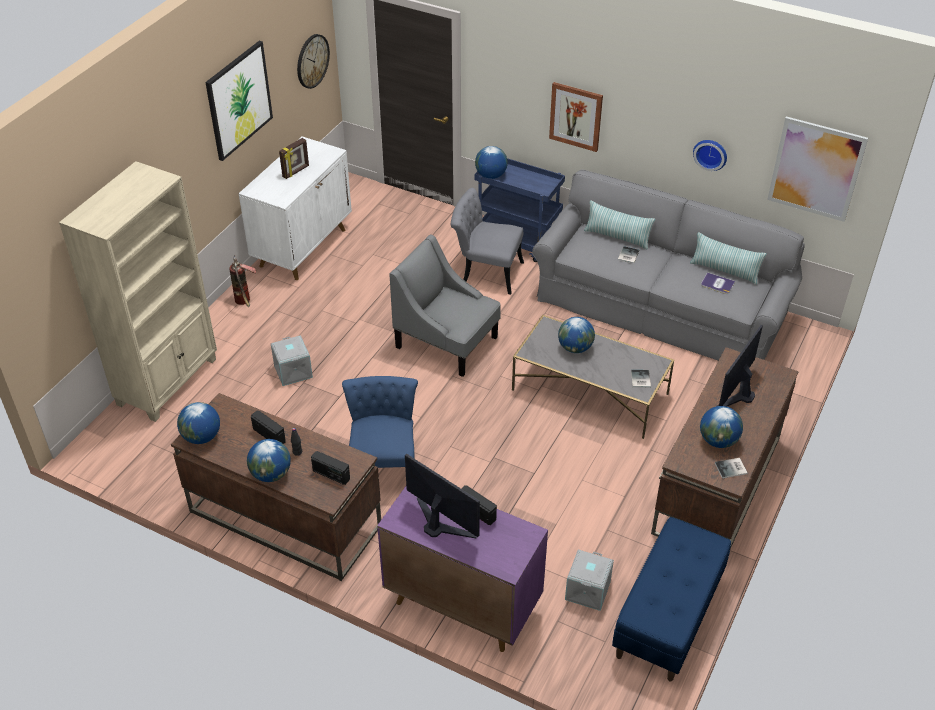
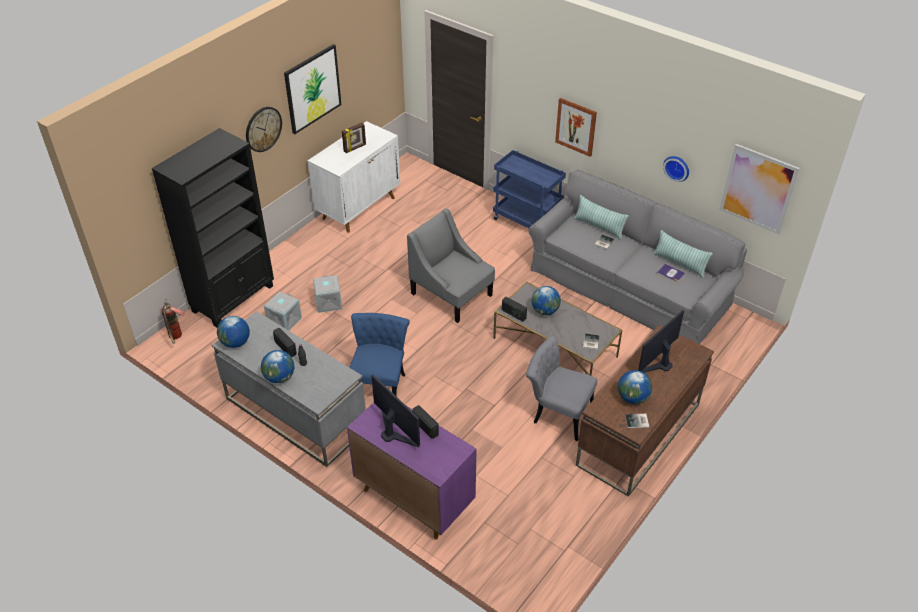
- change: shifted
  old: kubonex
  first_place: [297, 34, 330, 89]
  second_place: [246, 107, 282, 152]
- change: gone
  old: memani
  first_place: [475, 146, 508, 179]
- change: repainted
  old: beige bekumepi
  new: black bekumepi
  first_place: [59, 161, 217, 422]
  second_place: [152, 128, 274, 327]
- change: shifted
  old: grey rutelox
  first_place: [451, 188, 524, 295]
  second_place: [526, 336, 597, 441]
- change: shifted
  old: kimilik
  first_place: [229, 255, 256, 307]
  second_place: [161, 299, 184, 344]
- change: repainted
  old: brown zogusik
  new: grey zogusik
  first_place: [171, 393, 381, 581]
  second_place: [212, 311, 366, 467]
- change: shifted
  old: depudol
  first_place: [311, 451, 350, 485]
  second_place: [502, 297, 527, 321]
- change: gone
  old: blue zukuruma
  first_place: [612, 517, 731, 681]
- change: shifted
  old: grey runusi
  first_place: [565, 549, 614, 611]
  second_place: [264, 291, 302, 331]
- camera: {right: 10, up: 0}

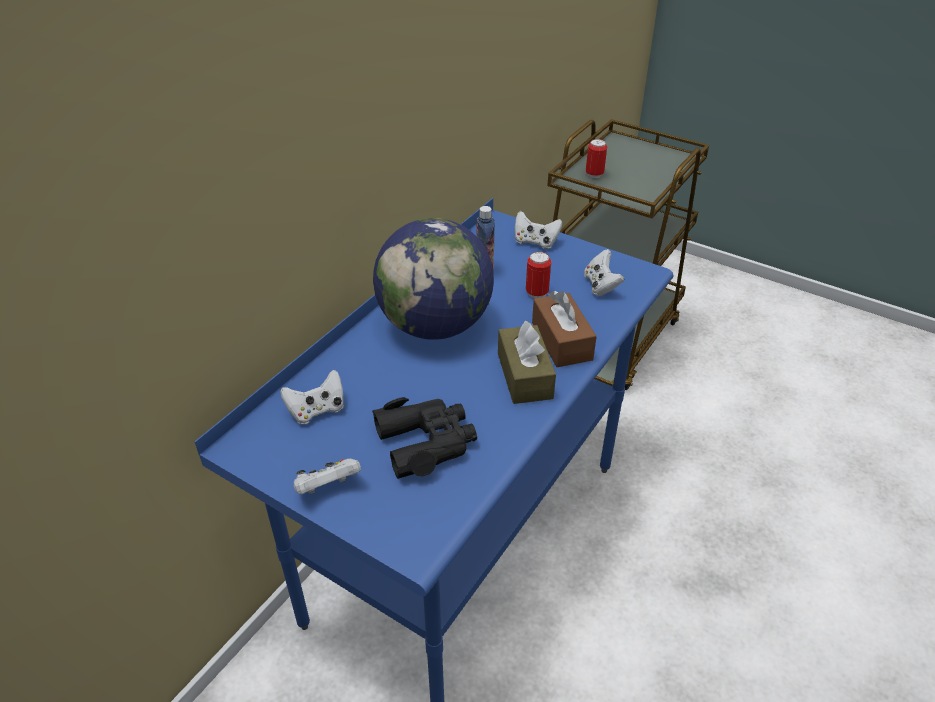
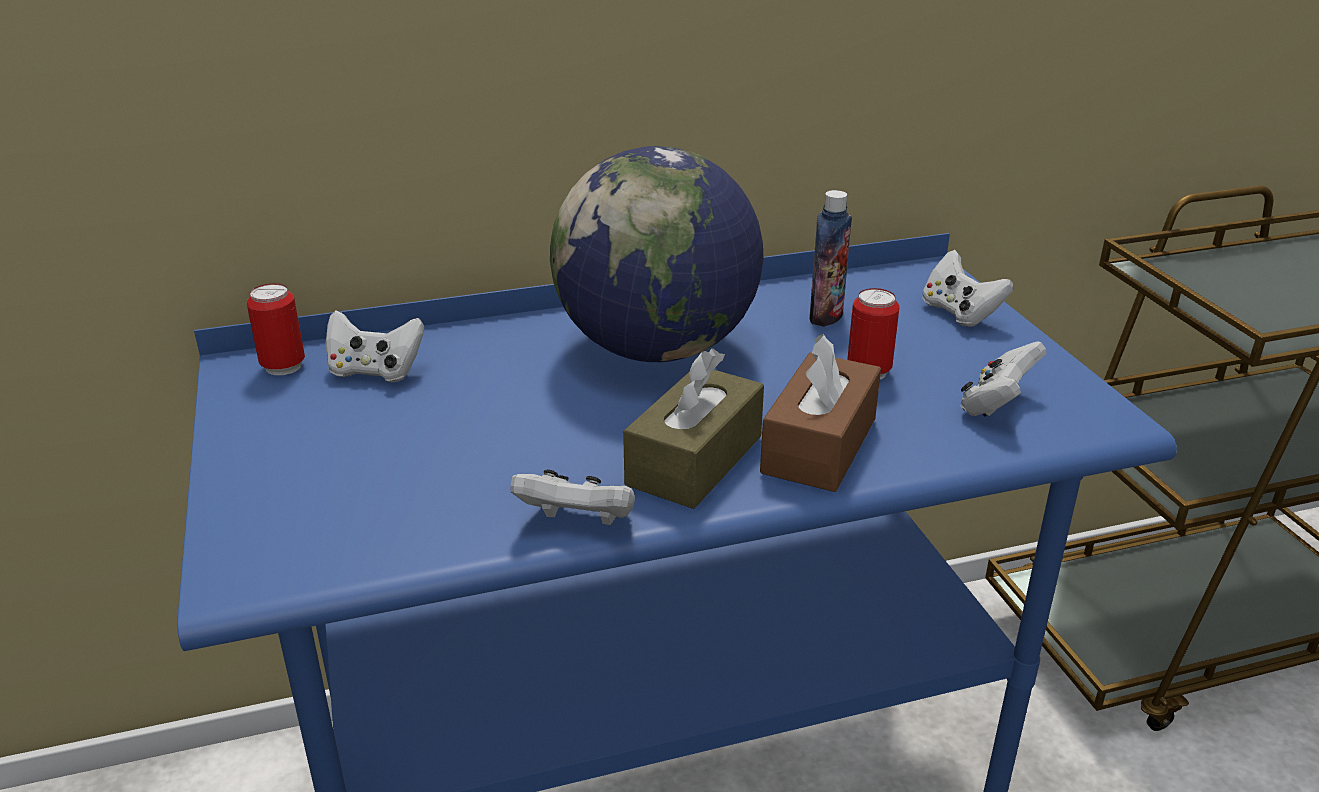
- change: shifted
  old: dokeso
  first_place: [586, 139, 607, 178]
  second_place: [247, 283, 305, 375]
- change: gone
  old: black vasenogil
  first_place: [372, 397, 477, 479]
- change: shifted
  old: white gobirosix
  first_place: [294, 459, 361, 494]
  second_place: [510, 470, 635, 525]
- camera: {right: 40, up: -10}

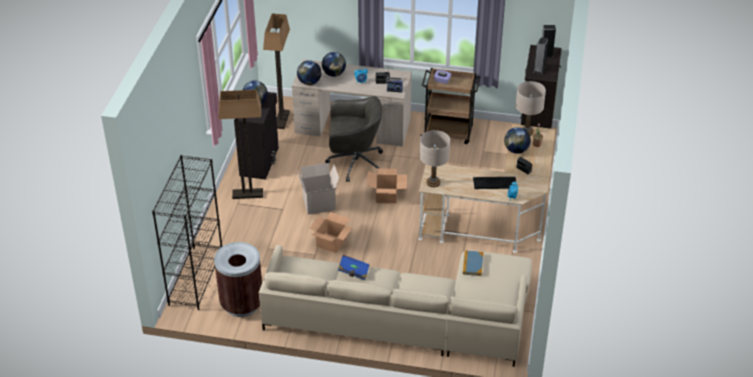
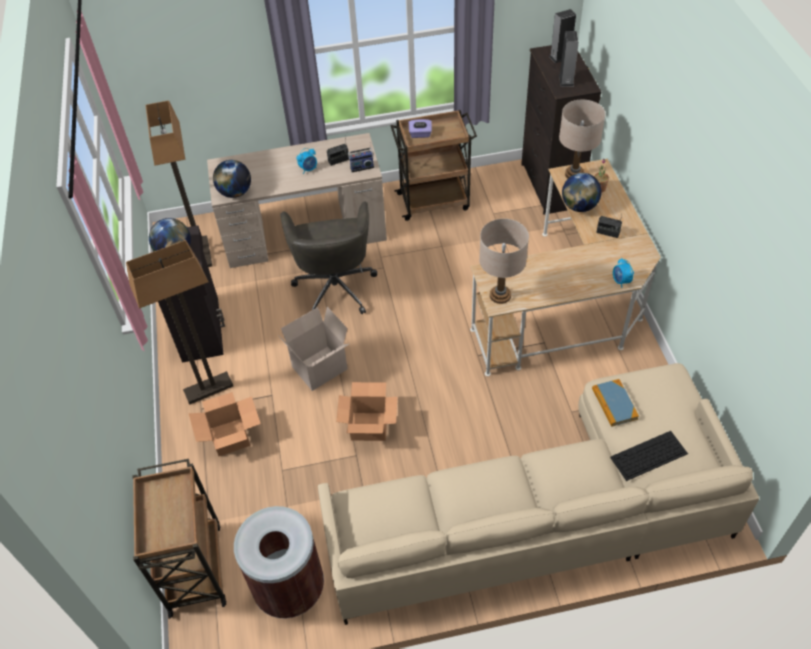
- change: gone
  old: memani
  first_place: [322, 52, 346, 77]
- change: rotated
  old: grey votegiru
  first_place: [325, 96, 383, 182]
  second_place: [280, 202, 377, 314]
  degrees: 105
- change: swapped
  old: black bekumepi
  new: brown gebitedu
  first_place: [152, 155, 222, 310]
  second_place: [132, 459, 227, 619]
- change: shifted
  old: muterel
  first_place: [367, 168, 407, 203]
  second_place: [189, 392, 261, 456]
- change: shifted
  old: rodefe
  first_place: [473, 177, 517, 189]
  second_place: [610, 431, 688, 481]
- change: gone
  old: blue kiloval
  first_place: [338, 255, 370, 280]
- camera: {right: -20, up: 10}

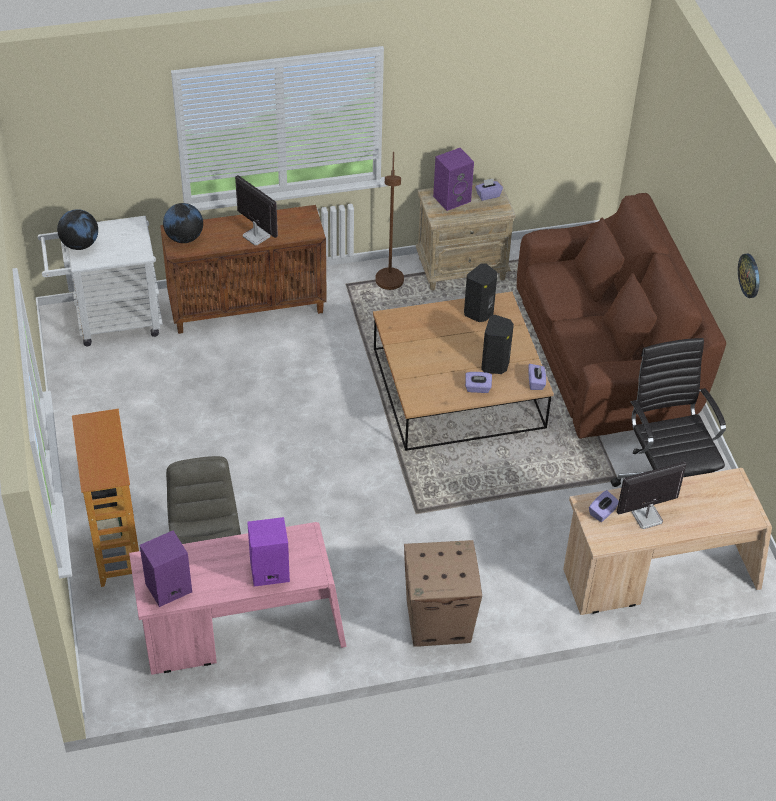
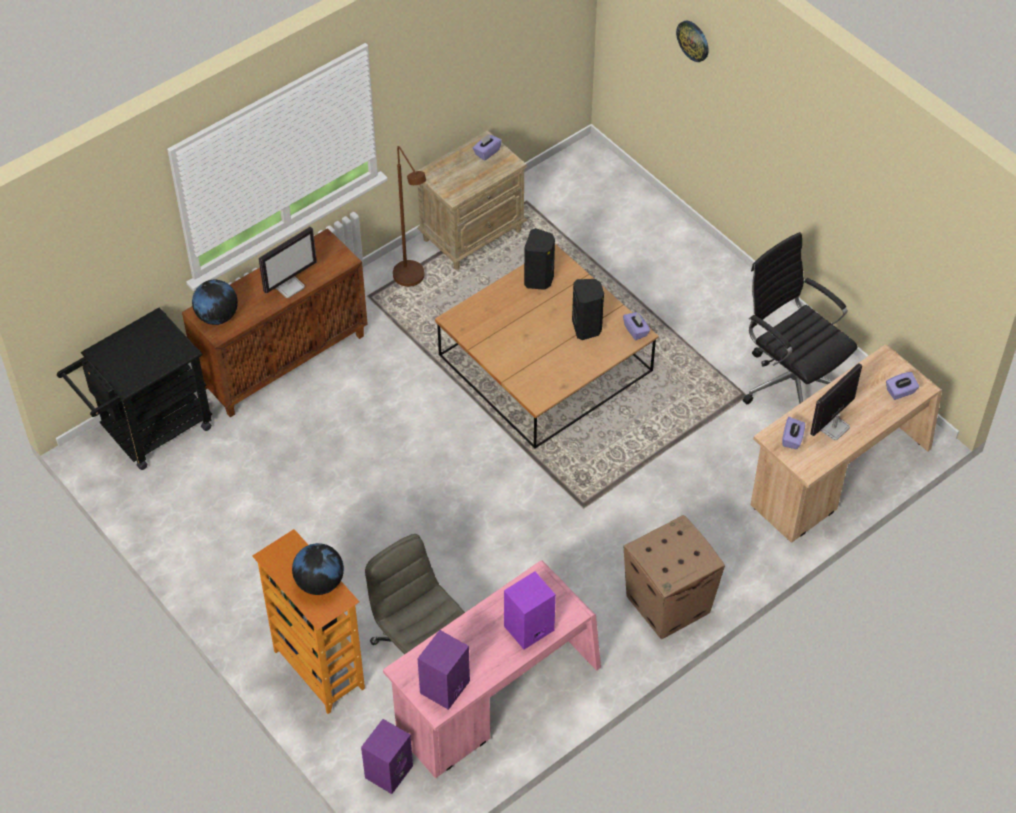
- change: shifted
  old: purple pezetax
  first_place: [433, 148, 474, 211]
  second_place: [361, 719, 413, 794]
- change: rotated
  old: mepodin
  first_place: [235, 175, 278, 245]
  second_place: [259, 227, 317, 298]
  degrees: 120
- change: gone
  old: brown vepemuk
  first_place: [517, 193, 726, 439]
- change: shifted
  old: memani
  first_place: [57, 209, 98, 250]
  second_place: [292, 543, 344, 595]
- change: repainted
  old: white gebitedu
  new: black gebitedu
  first_place: [38, 216, 163, 346]
  second_place: [57, 308, 212, 470]
- change: shifted
  old: kubonex
  first_place: [738, 253, 759, 298]
  second_place: [676, 21, 708, 62]
- change: shifted
  old: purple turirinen
  first_place: [465, 372, 492, 393]
  second_place: [886, 372, 919, 400]
- camera: {right: -25, up: 5}

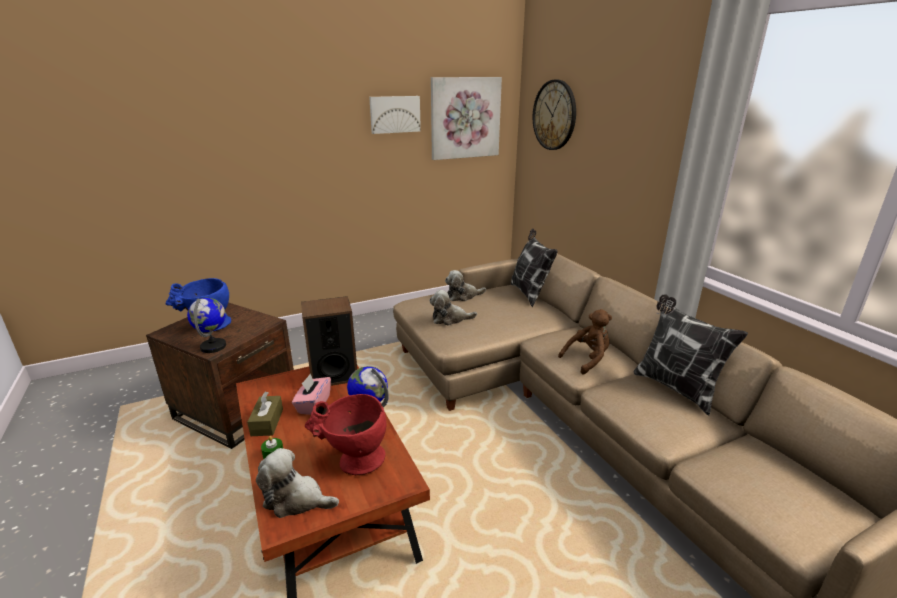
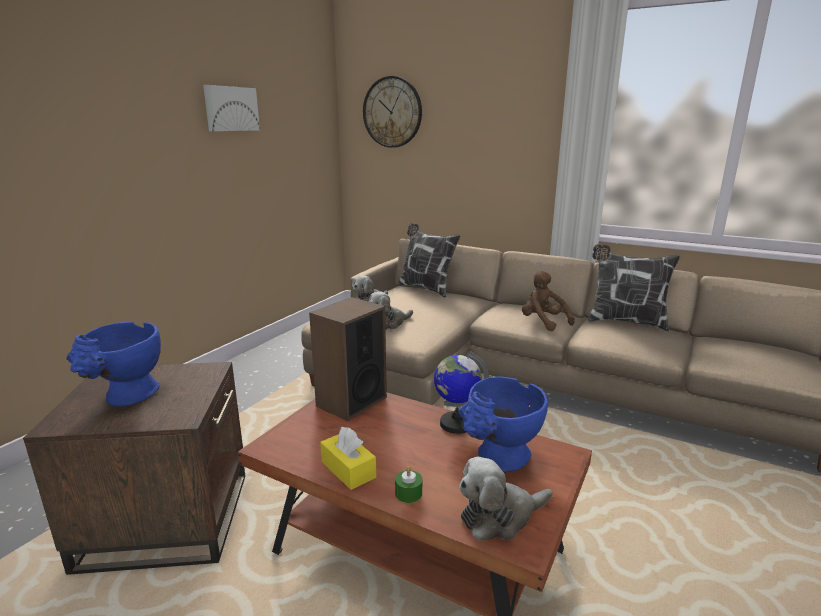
- change: gone
  old: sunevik
  first_place: [431, 77, 502, 160]
- change: gone
  old: memani
  first_place: [187, 298, 226, 353]
- change: rotated
  old: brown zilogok
  first_place: [558, 309, 612, 374]
  second_place: [522, 270, 575, 331]
  degrees: -60
- change: gone
  old: pink turirinen
  first_place: [292, 374, 331, 415]
- change: repainted
  old: brown turirinen
  new: yellow turirinen
  first_place: [247, 392, 283, 436]
  second_place: [320, 427, 376, 490]
- change: repainted
  old: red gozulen
  new: blue gozulen
  first_place: [305, 394, 387, 475]
  second_place: [457, 376, 548, 473]
- camera: {right: -35, up: -5}

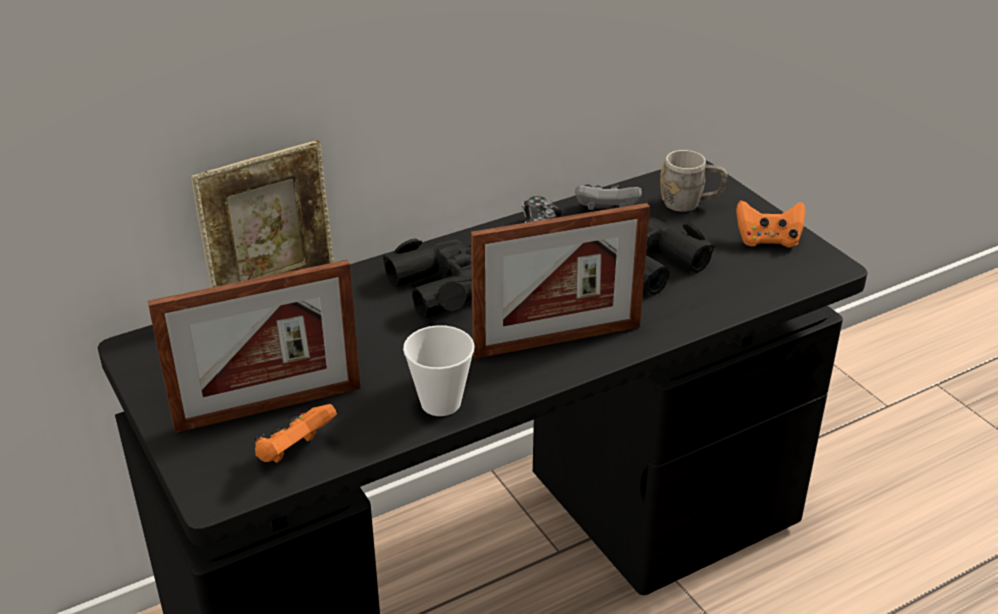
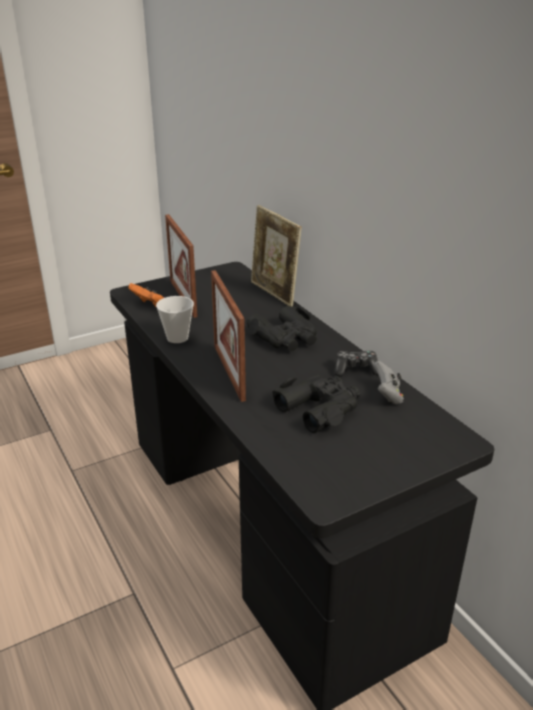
- change: gone
  old: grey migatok
  first_place: [660, 150, 727, 212]
- change: gone
  old: orange gobirosix
  first_place: [736, 201, 805, 248]
- camera: {right: 90, up: -5}

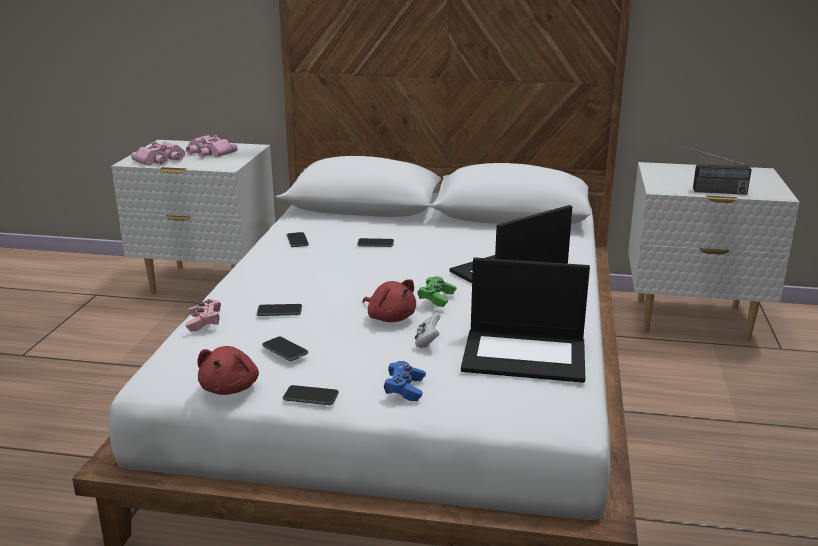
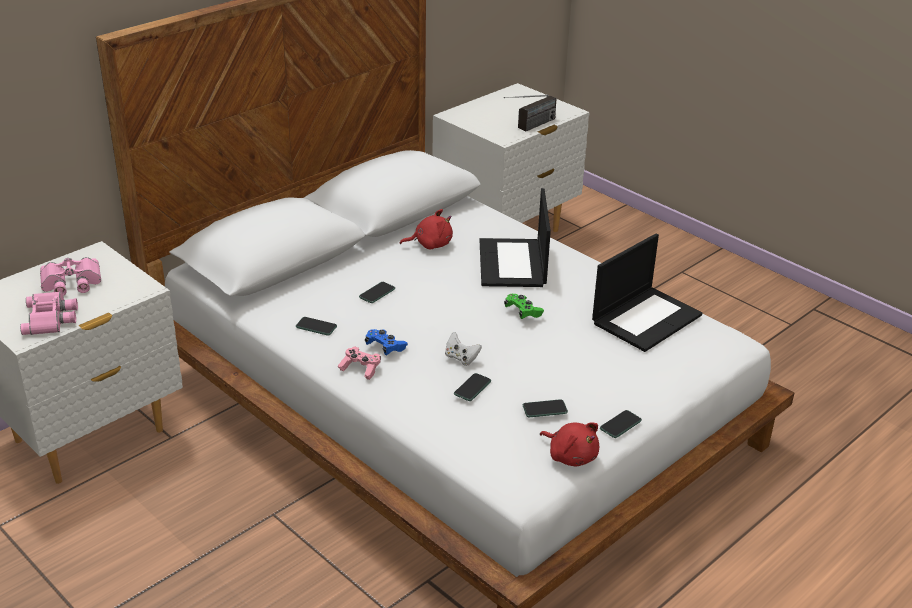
- change: shifted
  old: red zilogok
  first_place: [363, 279, 416, 322]
  second_place: [400, 209, 453, 250]
- change: shifted
  old: pink gobirosix
  first_place: [185, 299, 221, 332]
  second_place: [338, 347, 381, 380]
- change: shifted
  old: white gobirosix
  first_place: [415, 313, 441, 348]
  second_place: [445, 332, 482, 366]
- change: shifted
  old: blue gobirosix
  first_place: [384, 361, 426, 401]
  second_place: [365, 329, 408, 355]
- camera: {right: -55, up: 10}

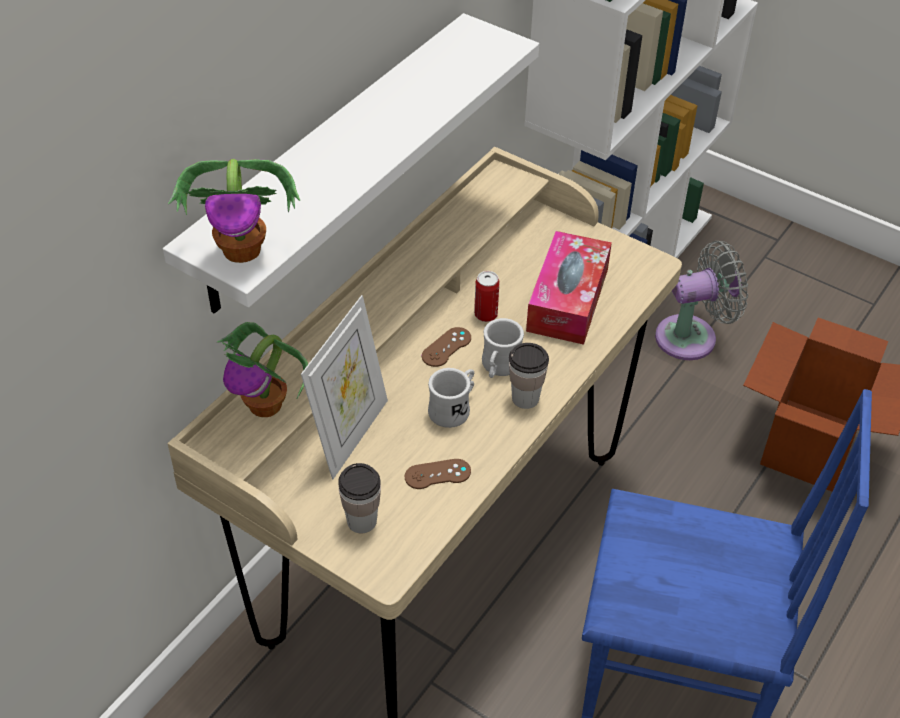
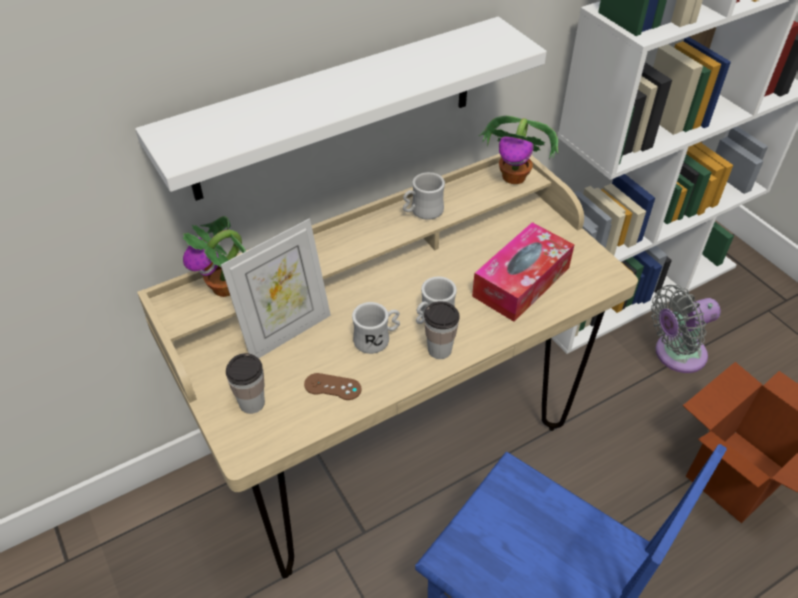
- change: shifted
  old: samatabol
  first_place: [168, 159, 300, 263]
  second_place: [479, 115, 558, 184]
- change: rotated
  old: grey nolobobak
  first_place: [655, 241, 748, 360]
  second_place: [651, 285, 721, 373]
  degrees: 150
- change: gone
  old: dokeso
  first_place: [474, 271, 499, 322]
- change: gone
  old: brown gobirosix
  first_place: [422, 327, 471, 367]
- change: new
  new: white migatok
  second_place: [403, 172, 445, 220]
- camera: {right: 25, up: 0}

